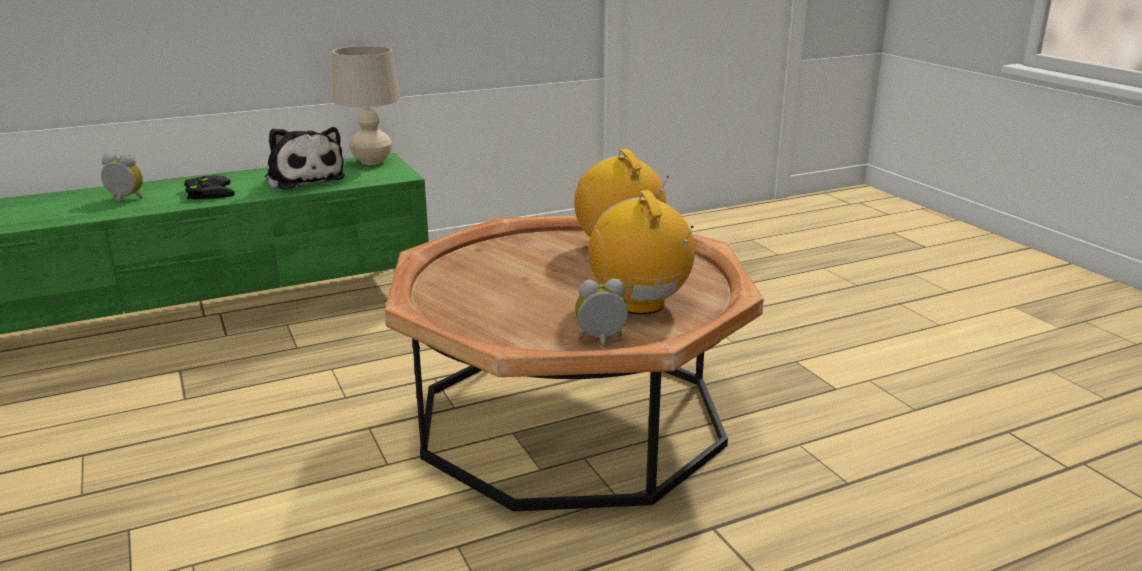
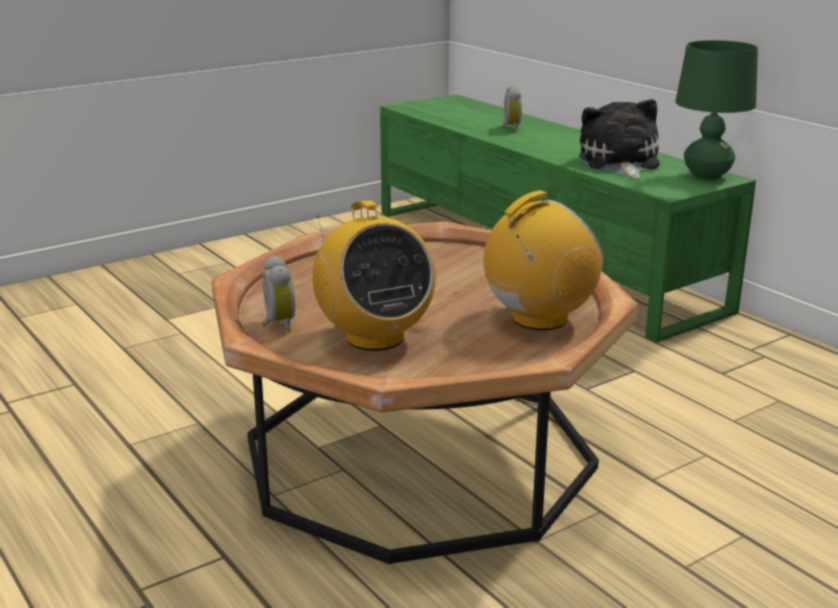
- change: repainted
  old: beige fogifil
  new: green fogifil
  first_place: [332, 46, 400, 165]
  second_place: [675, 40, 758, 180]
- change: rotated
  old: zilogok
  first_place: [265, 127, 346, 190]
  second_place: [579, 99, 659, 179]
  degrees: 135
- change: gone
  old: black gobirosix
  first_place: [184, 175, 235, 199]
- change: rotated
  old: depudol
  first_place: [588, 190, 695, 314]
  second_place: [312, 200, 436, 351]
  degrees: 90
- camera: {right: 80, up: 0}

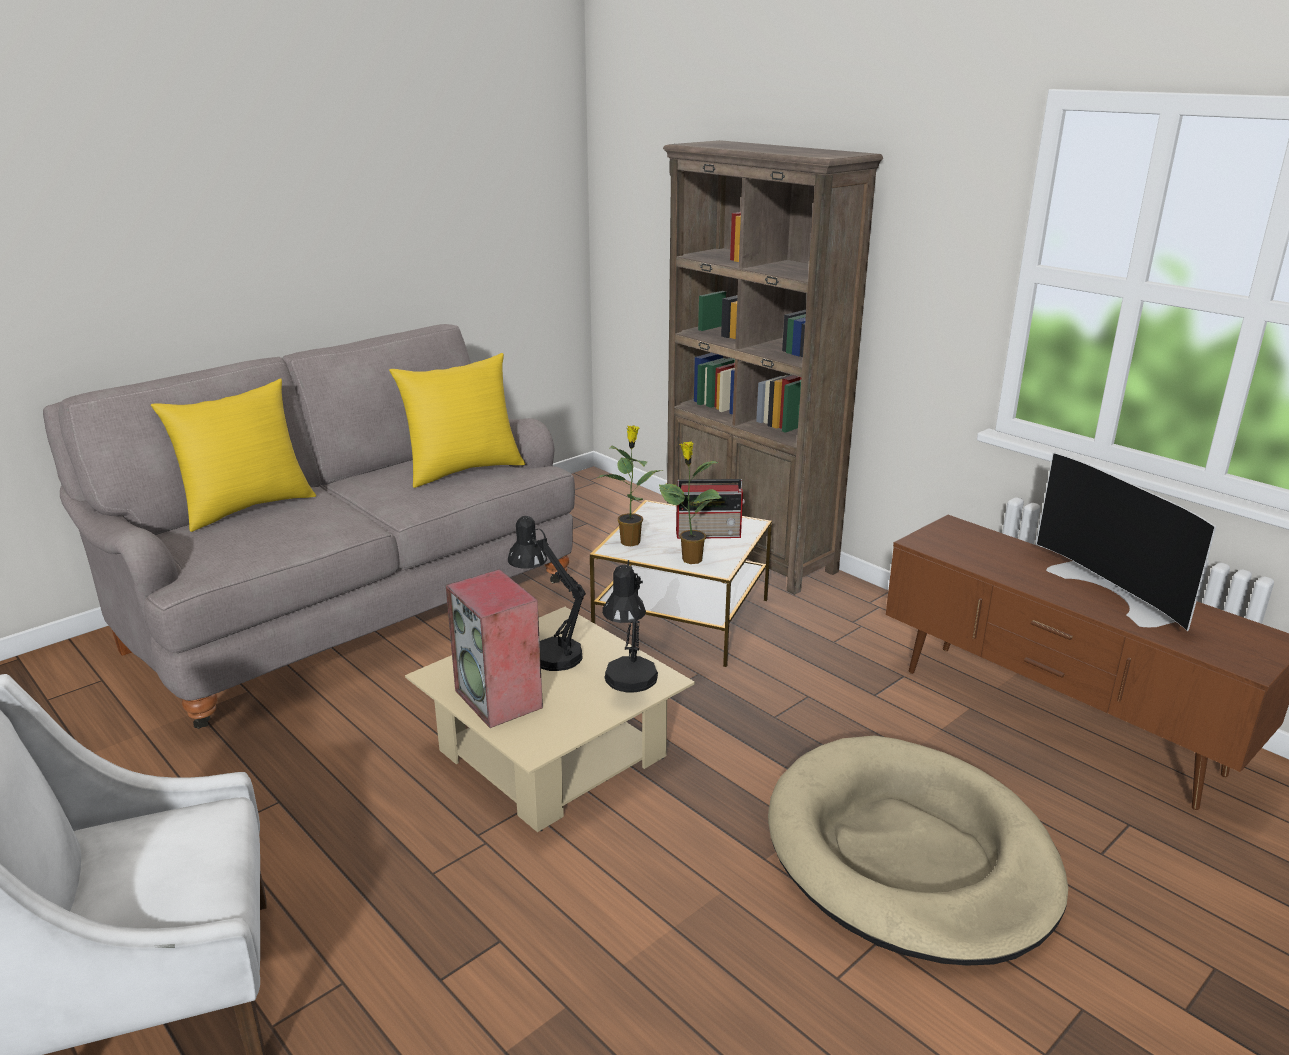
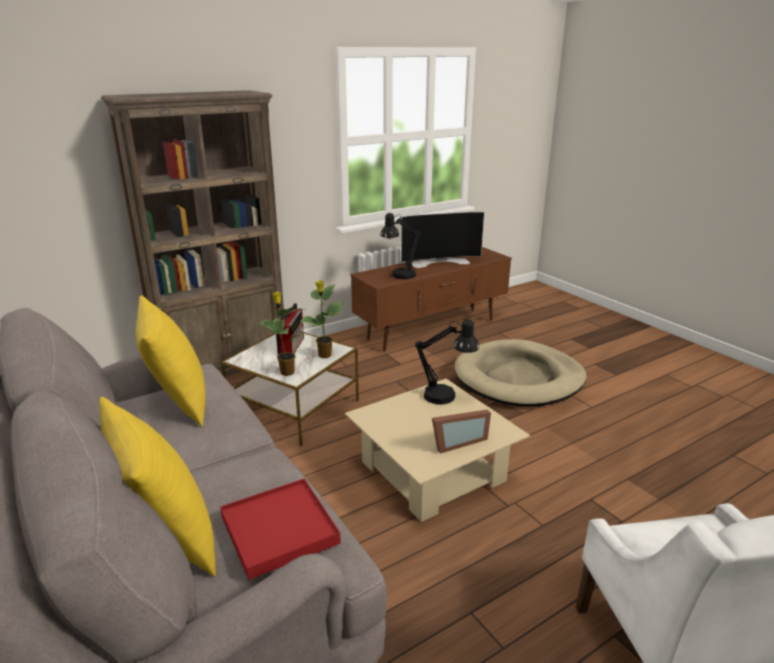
- change: shifted
  old: black fogifil
  first_place: [508, 516, 586, 671]
  second_place: [380, 213, 421, 279]
- change: swapped
  old: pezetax
  new: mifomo
  first_place: [446, 569, 543, 728]
  second_place: [432, 410, 491, 453]
- change: new
  new: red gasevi
  second_place: [220, 478, 341, 580]
- camera: {right: -80, up: 0}

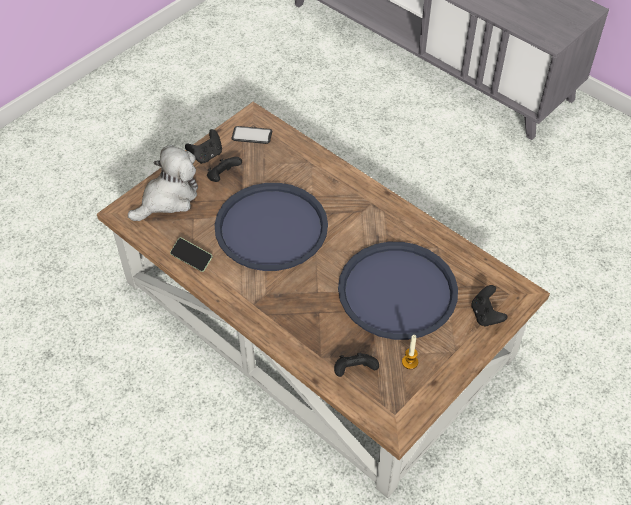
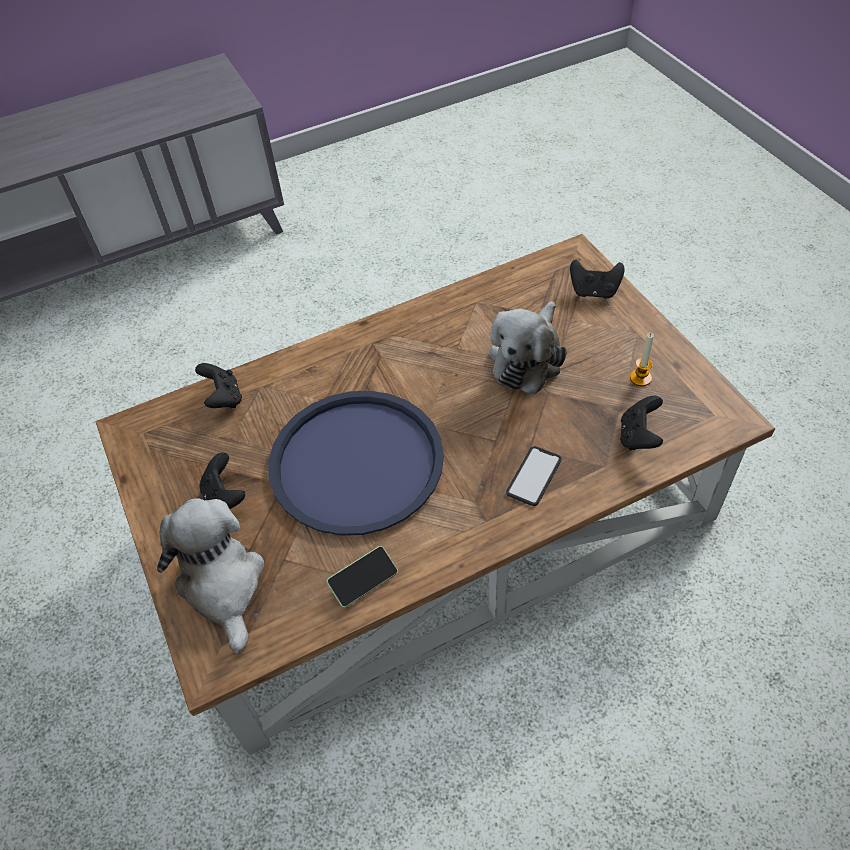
- change: shifted
  old: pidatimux
  first_place: [232, 126, 272, 144]
  second_place: [506, 446, 561, 506]
- change: shifted
  old: black gobirosix
  first_place: [185, 129, 222, 164]
  second_place: [195, 363, 242, 408]
- change: swapped
  old: blue gasevi
  new: zilogok
  first_place: [338, 242, 458, 340]
  second_place: [489, 301, 567, 394]
- camera: {right: -65, up: 0}

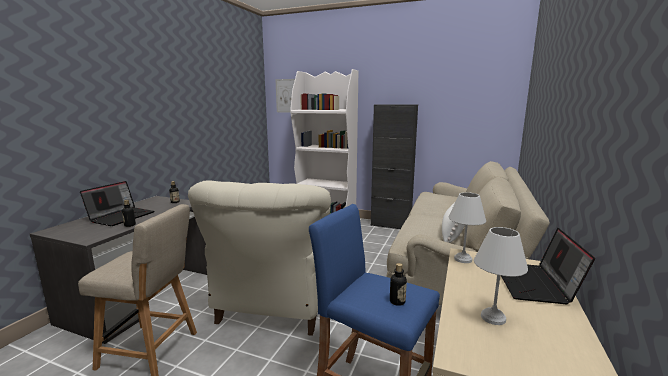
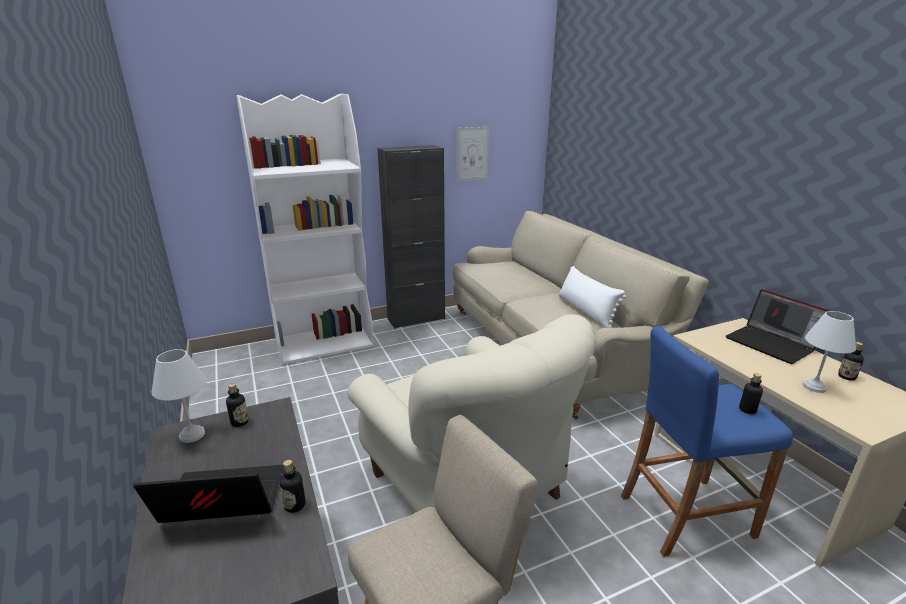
- change: shifted
  old: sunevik
  first_place: [275, 79, 295, 113]
  second_place: [457, 127, 489, 181]
- change: rotated
  old: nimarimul
  first_place: [80, 181, 154, 226]
  second_place: [133, 465, 284, 523]
  degrees: -75
- change: shifted
  old: white fogifil
  first_place: [449, 192, 486, 263]
  second_place: [151, 349, 206, 443]
- change: new
  new: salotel
  second_place: [838, 342, 864, 381]
- camera: {right: -45, up: 10}

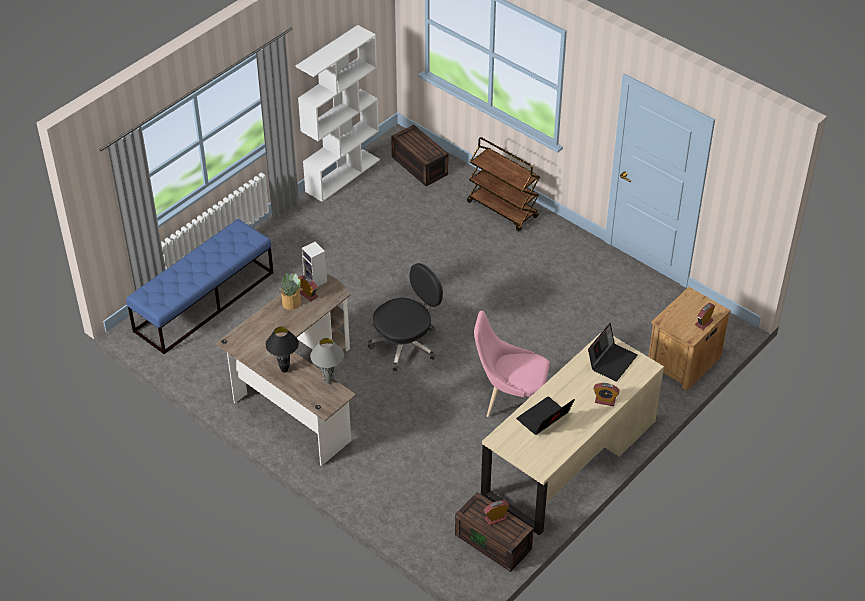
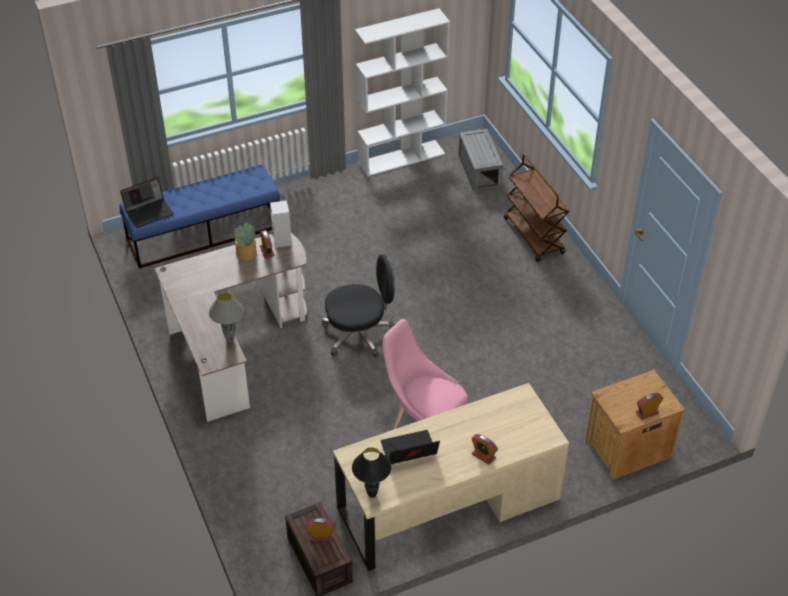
- change: repainted
  old: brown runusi
  new: grey runusi
  first_place: [391, 125, 448, 186]
  second_place: [458, 129, 503, 192]
- change: shifted
  old: nimarimul
  first_place: [588, 323, 638, 382]
  second_place: [120, 177, 174, 228]
- change: shifted
  old: black fogifil
  first_place: [265, 327, 299, 373]
  second_place: [352, 447, 391, 498]
- camera: {right: 25, up: 0}

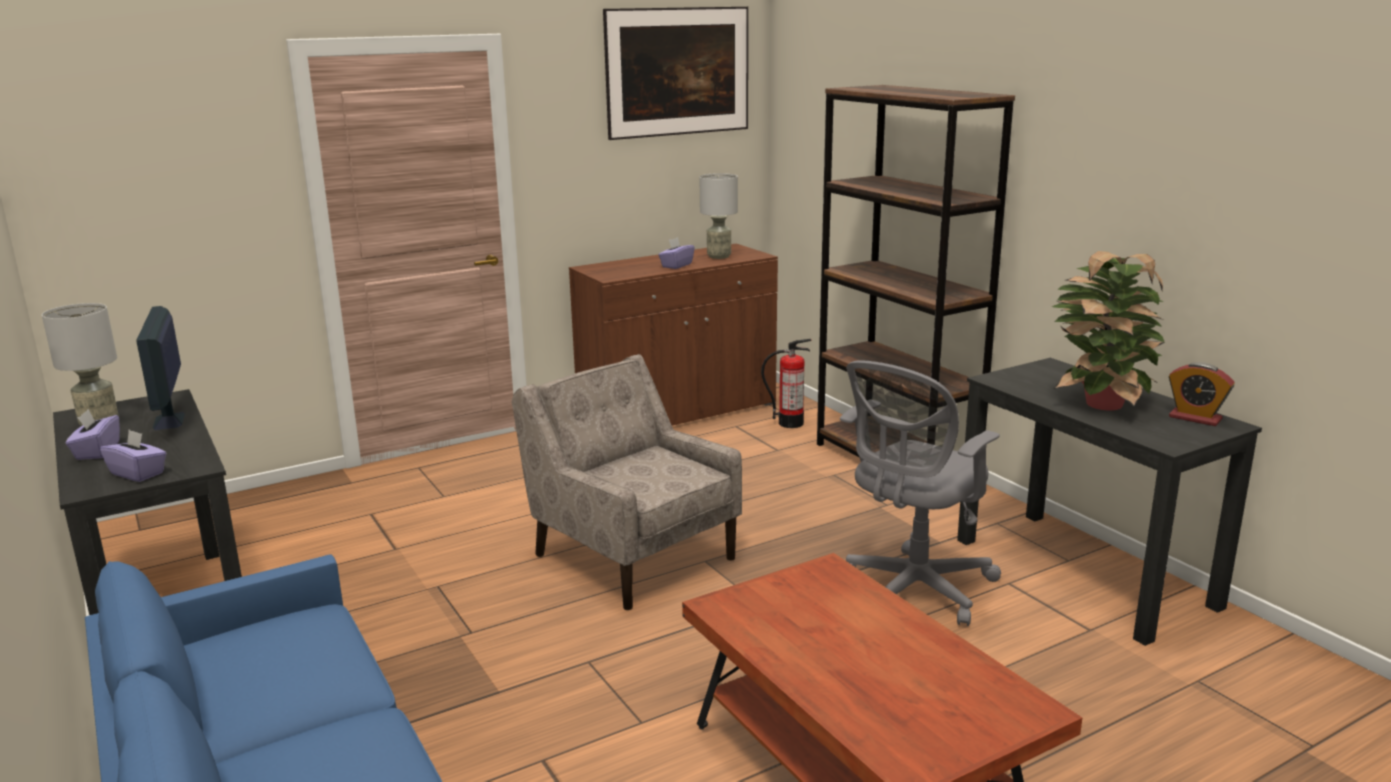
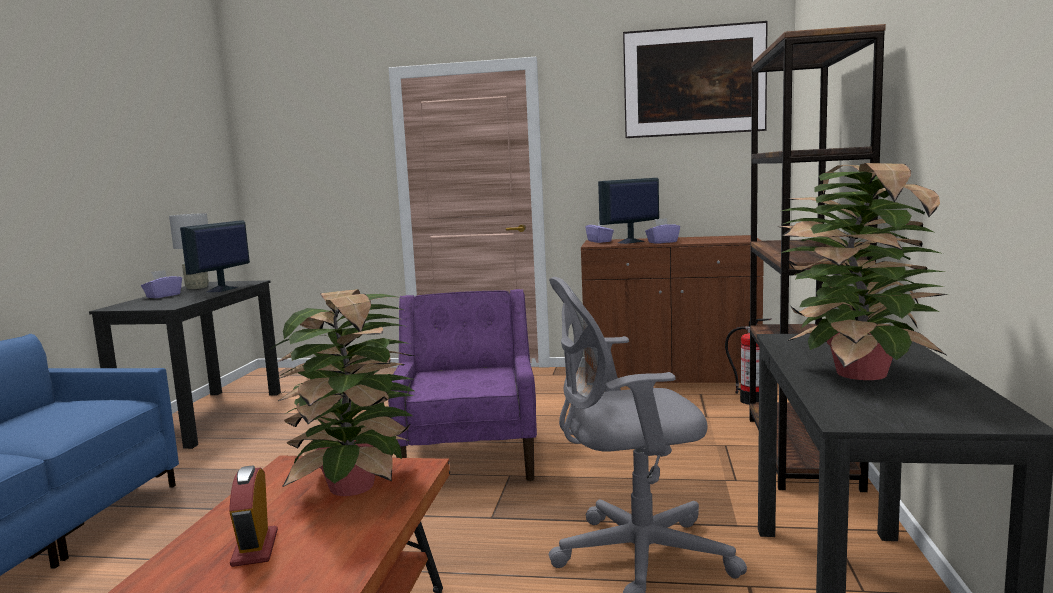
- change: gone
  old: grey fogifil
  first_place: [700, 173, 738, 259]
- change: repainted
  old: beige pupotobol
  new: purple pupotobol
  first_place: [511, 354, 742, 610]
  second_place: [388, 289, 537, 481]
- change: shifted
  old: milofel
  first_place: [1169, 362, 1235, 426]
  second_place: [229, 465, 278, 567]
- change: shifted
  old: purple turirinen
  first_place: [100, 430, 167, 482]
  second_place: [585, 223, 614, 243]
- change: new
  new: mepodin
  second_place: [598, 178, 659, 244]
- change: new
  new: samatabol
  second_place: [268, 289, 414, 496]
- camera: {right: 40, up: -10}

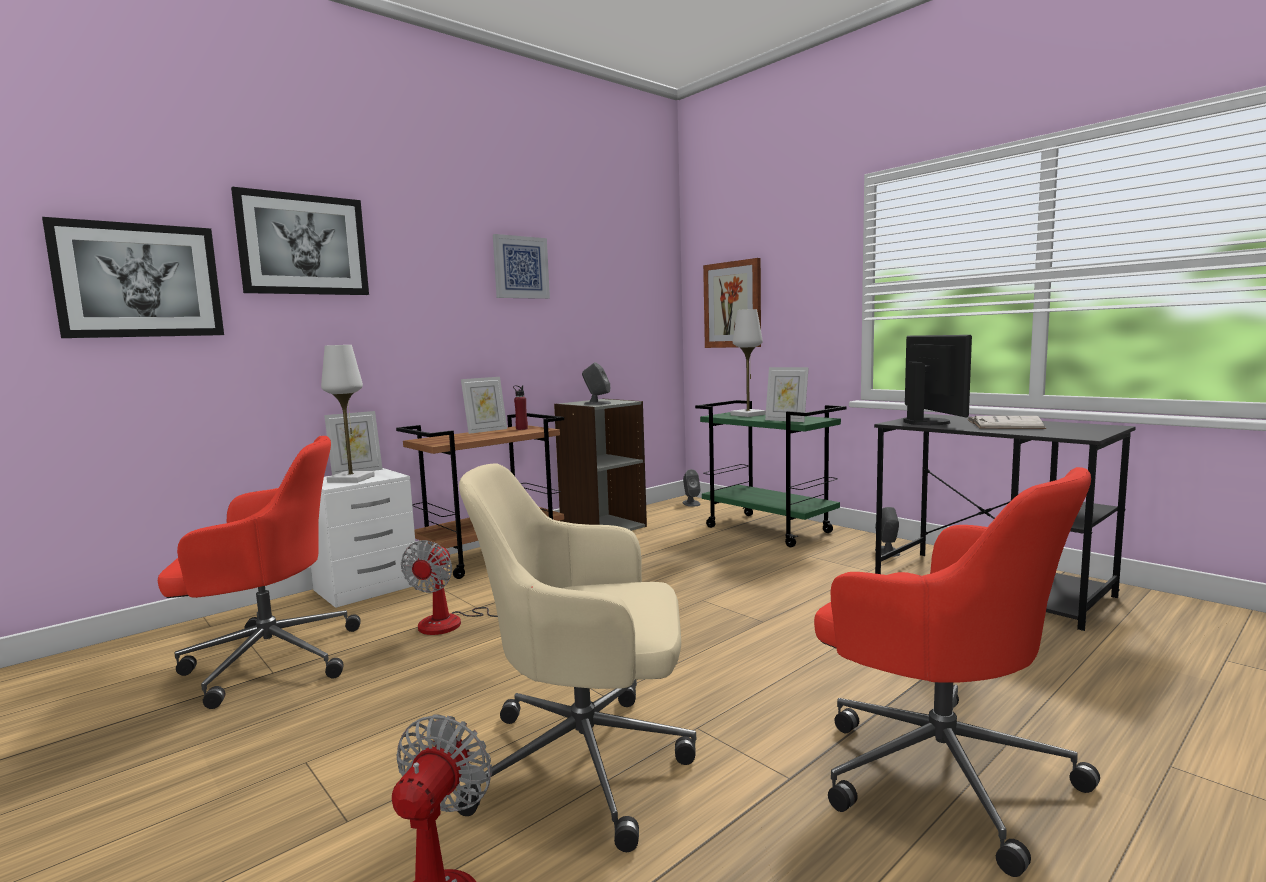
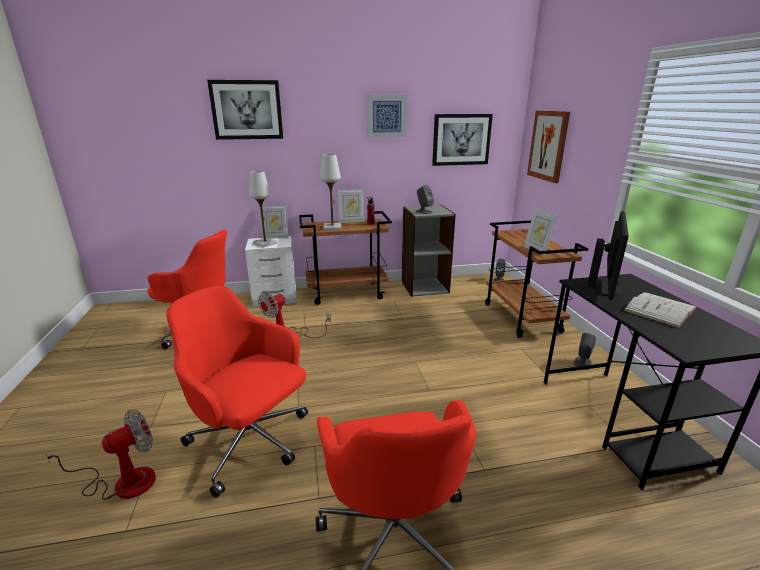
- change: shifted
  old: sunevik
  first_place: [42, 217, 224, 338]
  second_place: [432, 114, 493, 166]
- change: shifted
  old: white fogifil
  first_place: [730, 309, 766, 417]
  second_place: [320, 154, 341, 231]
- change: repainted
  old: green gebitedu
  new: brown gebitedu
  first_place: [695, 400, 846, 547]
  second_place: [485, 220, 588, 338]
- change: repainted
  old: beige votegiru
  new: red votegiru
  first_place: [457, 463, 696, 852]
  second_place: [166, 286, 308, 498]
- camera: {right: 30, up: 15}

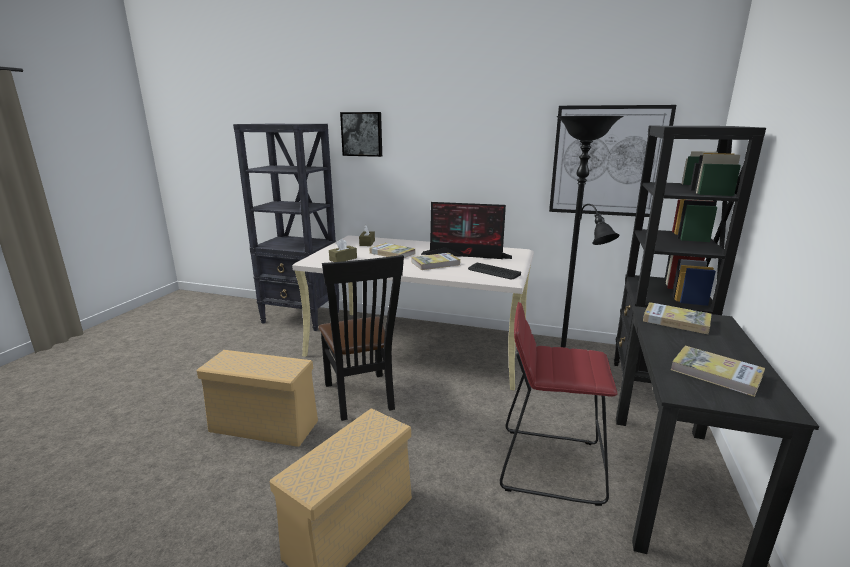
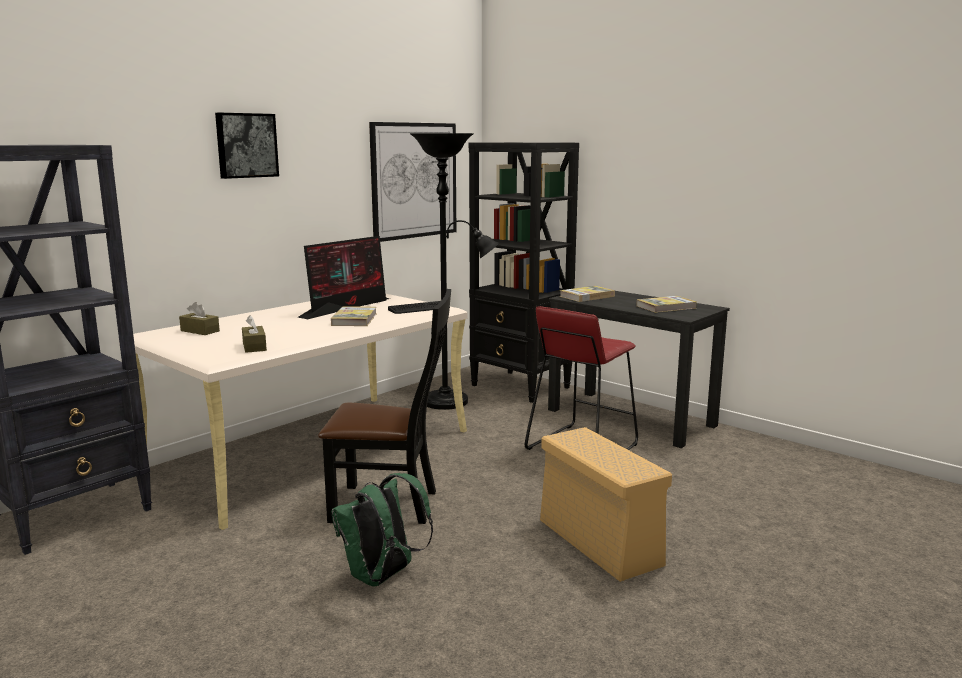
- change: shifted
  old: sunevik
  first_place: [340, 112, 382, 157]
  second_place: [215, 113, 279, 179]
- change: gone
  old: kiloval
  first_place: [369, 243, 416, 258]
- change: swapped
  old: beige runusi
  new: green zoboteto
  first_place: [197, 350, 318, 447]
  second_place: [331, 473, 433, 587]
- camera: {right: -65, up: -5}

